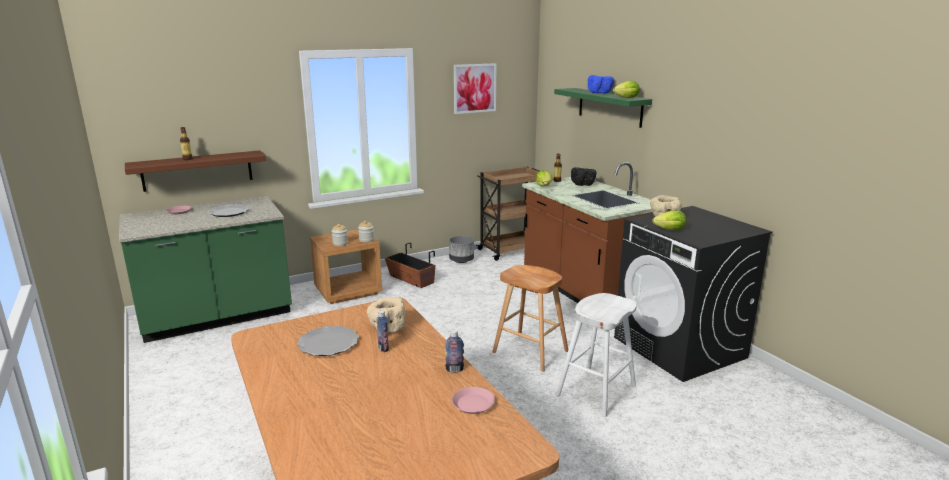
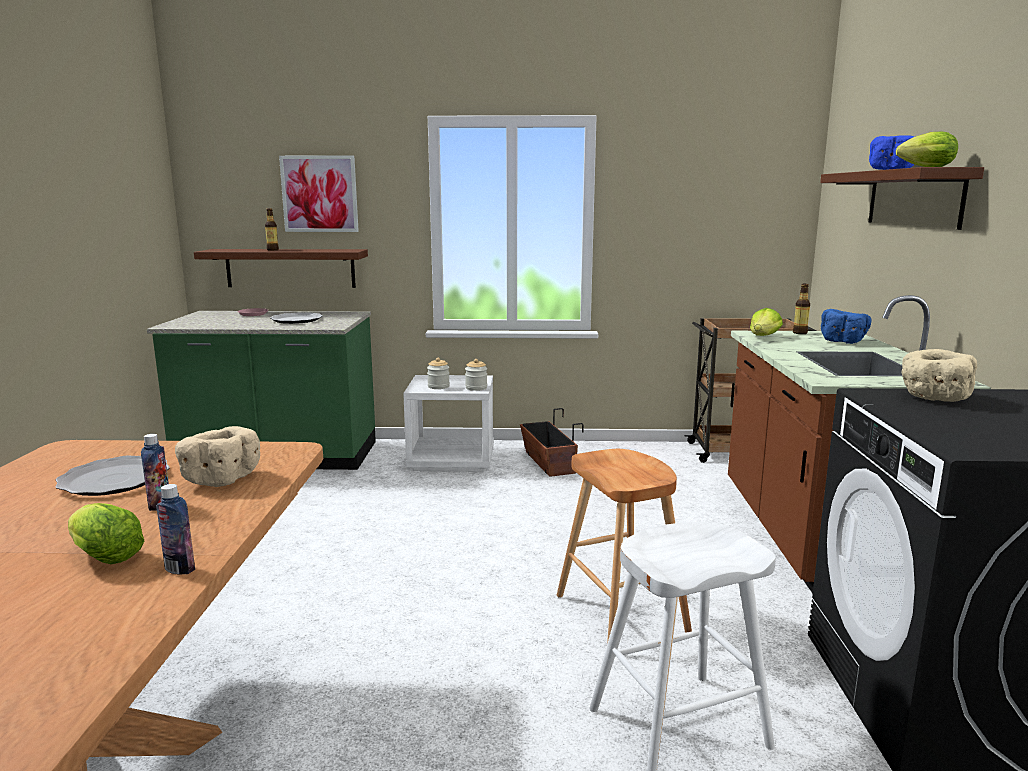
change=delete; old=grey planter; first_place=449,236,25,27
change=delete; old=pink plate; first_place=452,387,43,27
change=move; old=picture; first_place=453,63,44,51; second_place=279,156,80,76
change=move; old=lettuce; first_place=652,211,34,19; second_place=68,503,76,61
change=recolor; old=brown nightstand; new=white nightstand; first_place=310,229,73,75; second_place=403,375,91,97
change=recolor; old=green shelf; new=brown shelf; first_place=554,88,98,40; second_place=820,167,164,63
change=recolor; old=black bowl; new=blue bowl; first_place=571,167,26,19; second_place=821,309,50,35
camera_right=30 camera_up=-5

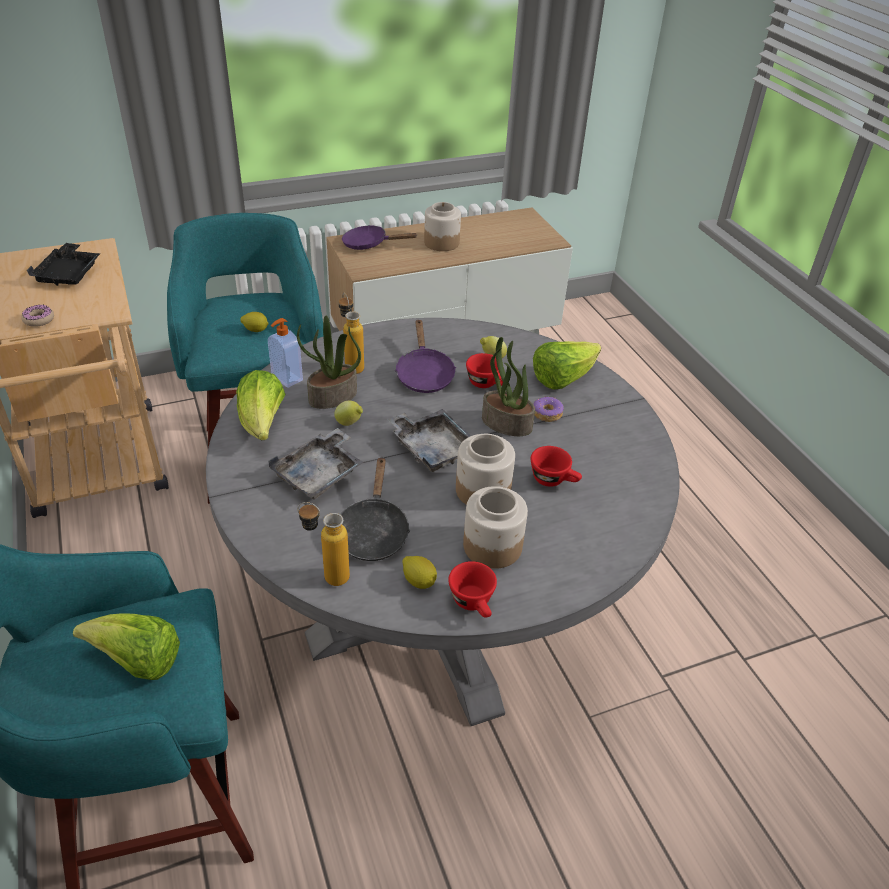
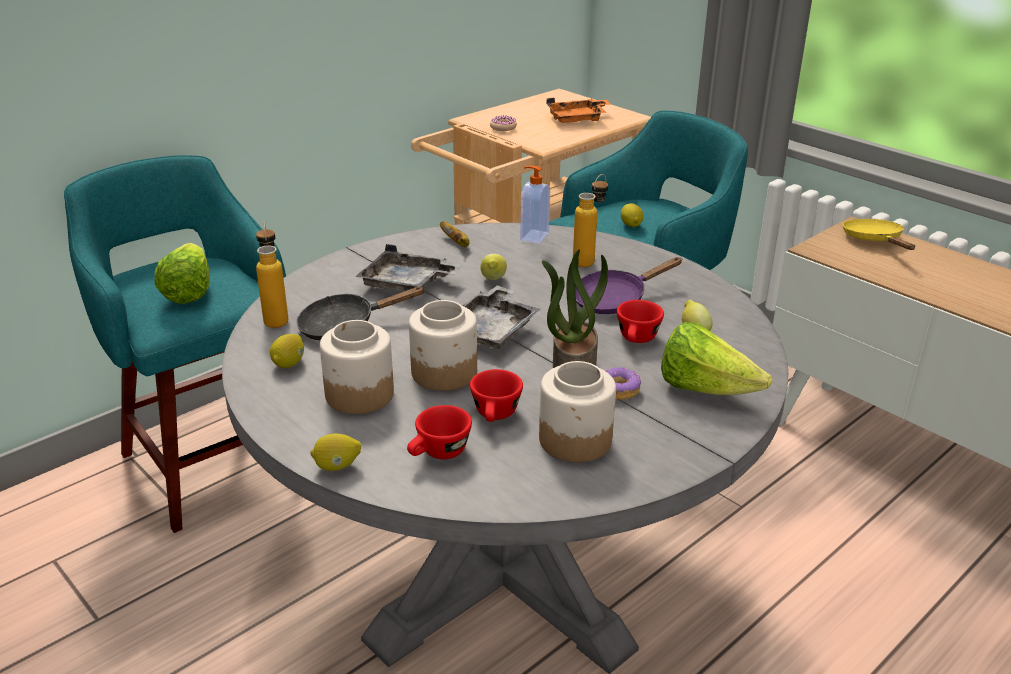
change=delete; old=potted plant; first_place=297,316,64,93
change=insert; new=lemon; second_place=310,434,51,37
change=move; old=jar; first_place=424,202,37,49; second_place=539,361,77,101
change=move; old=red cup; first_place=448,561,49,57; second_place=407,405,65,54
change=replace; old=lettuce; new=banana; first_place=236,370,50,70; second_place=440,221,30,26
change=recolor; old=black tray; new=orange tray; first_place=27,243,74,43; second_place=546,98,64,25
change=recolor; old=purple frying pan; new=yellow frying pan; first_place=342,225,76,25; second_place=843,219,72,31
camera_right=70 camera_up=-10

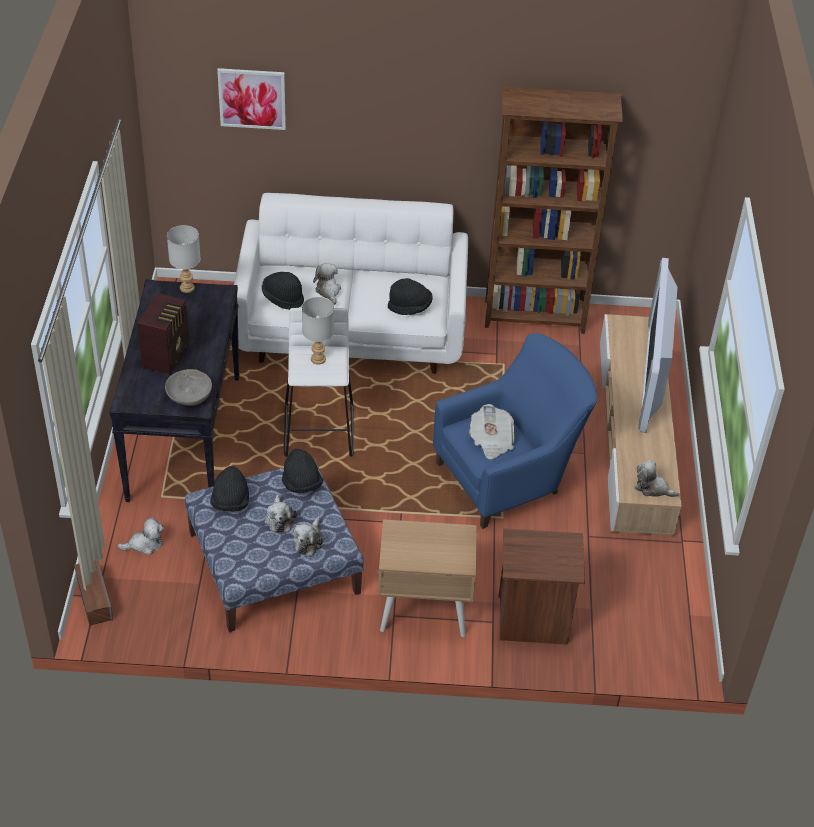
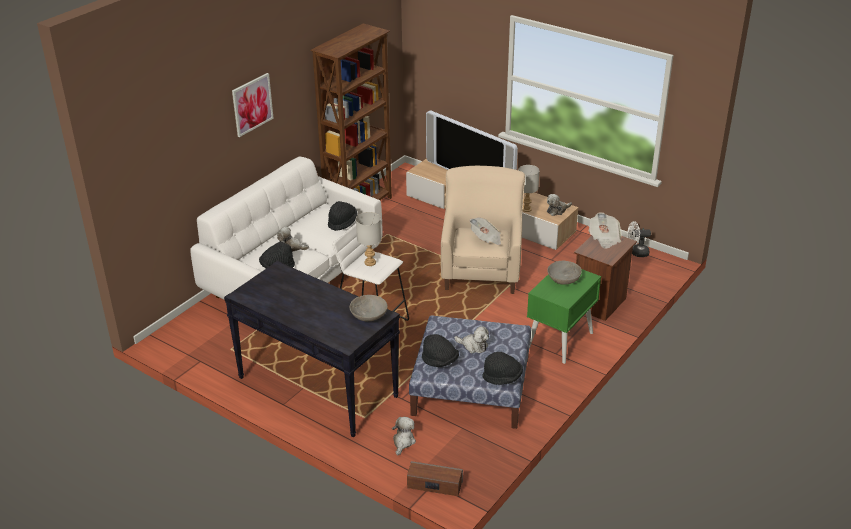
change=delete; old=radio; first_place=137,293,53,82
change=delete; old=plush toy; first_place=293,517,30,39
change=insert; new=grey bowl; second_place=547,261,35,24
change=insert; new=newspaper; second_place=589,212,32,37
change=insert; new=white fan; second_place=628,221,23,36
change=move; old=grey table lamp; first_place=167,225,34,68; second_place=518,165,22,47
change=move; old=picture; first_place=217,68,69,62; second_place=232,73,42,64
change=move; old=black hat; first_place=282,449,41,44; second_place=482,352,41,33
change=recolor; old=beige nightstand; new=green nightstand; first_place=378,519,99,118; second_place=527,269,74,95
change=recolor; old=blue armchair; new=beige armchair; first_place=433,333,164,196; second_place=441,166,84,128
camera_right=-55 camera_up=-10

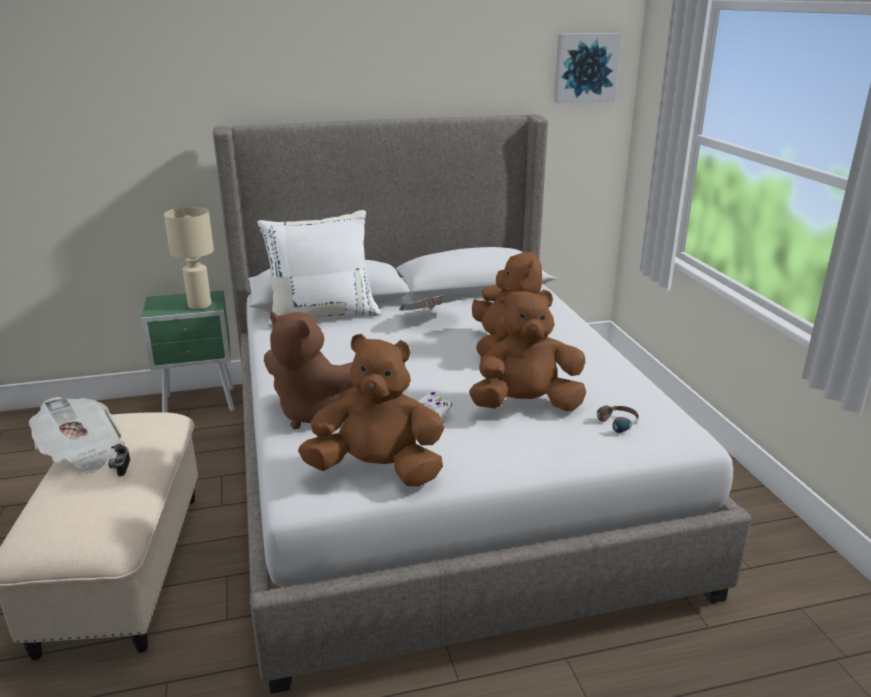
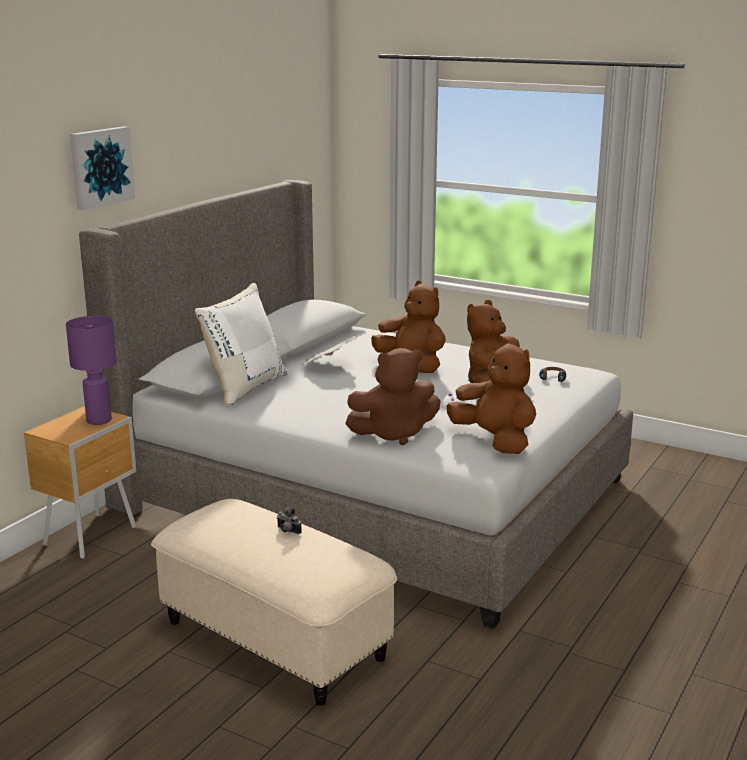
change=delete; old=newspaper; first_place=29,397,96,76
change=move; old=picture; first_place=554,33,68,70; second_place=70,126,65,84
change=recolor; old=green nightstand; new=brown nightstand; first_place=141,290,94,123; second_place=24,406,112,153
change=recolor; old=beige table lamp; new=purple table lamp; first_place=164,207,50,102; second_place=66,316,51,109
change=rotate; old=brown plush toy; first_place=298,334,146,152; second_place=447,339,89,115; degrees=90
camera_right=-45 camera_up=-5

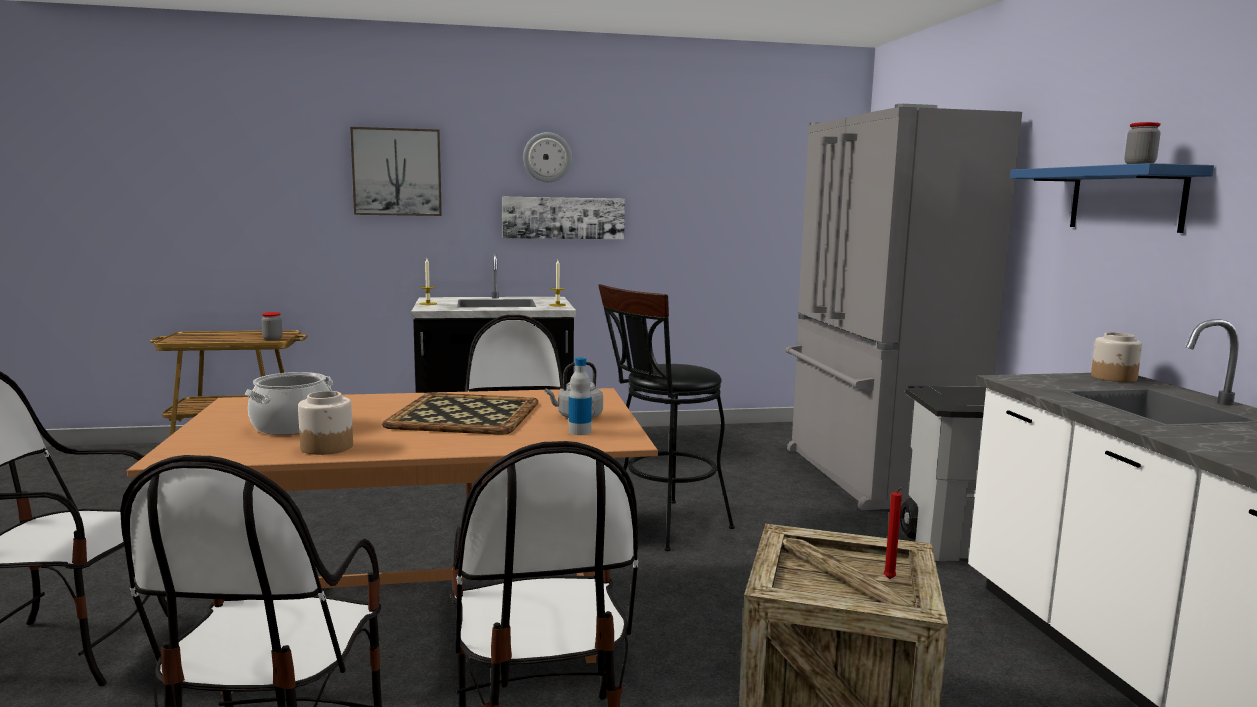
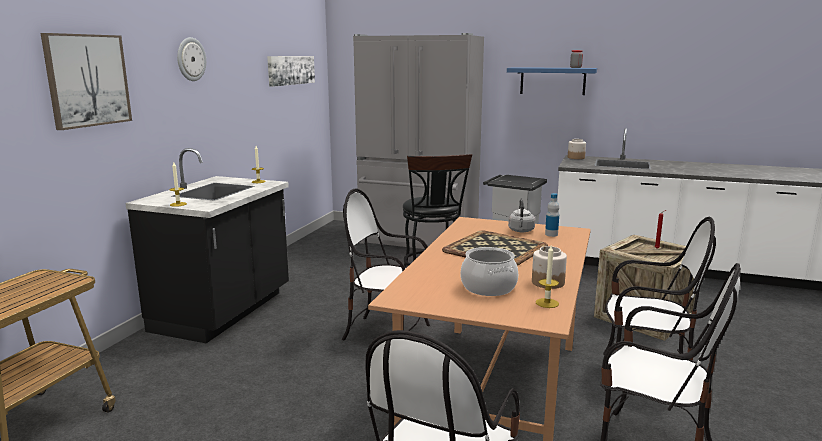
change=delete; old=jar; first_place=261,312,21,29
change=insert; new=candle; second_place=536,246,23,62
change=move; old=picture; first_place=502,197,123,42; second_place=267,56,48,31
camera_right=-60 camera_up=5

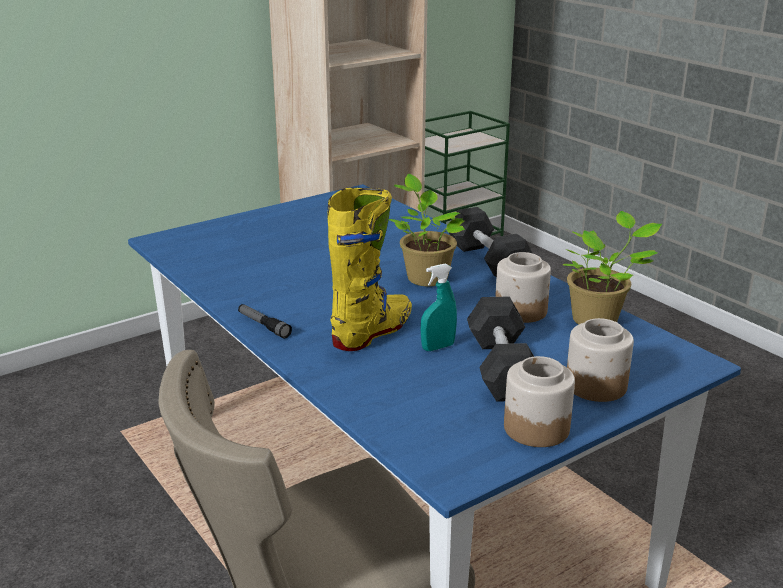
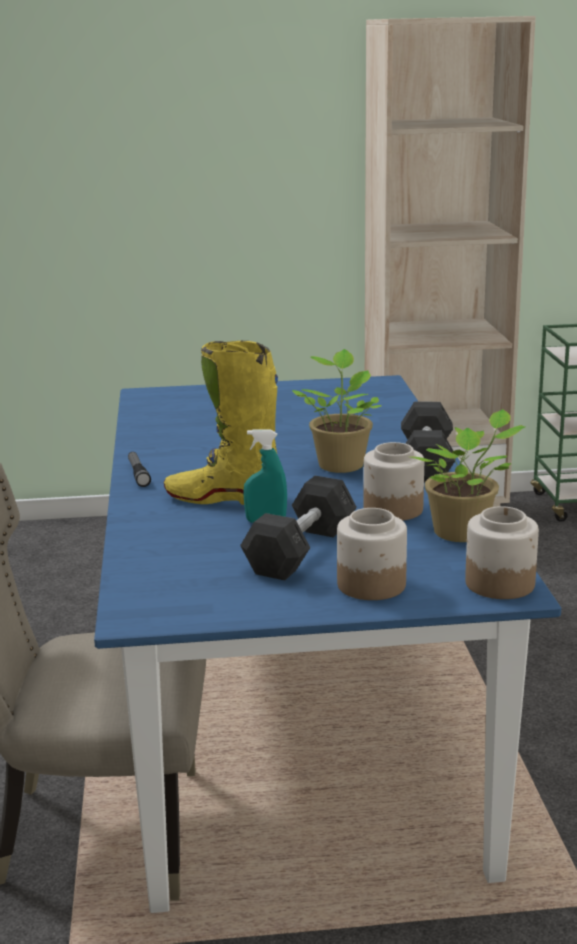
change=move; old=jar; first_place=504,356,71,91; second_place=465,506,74,93
change=rotate; old=yellow boot; first_place=328,188,84,163; second_place=164,341,114,164; degrees=-150
camera_right=30 camera_up=-5

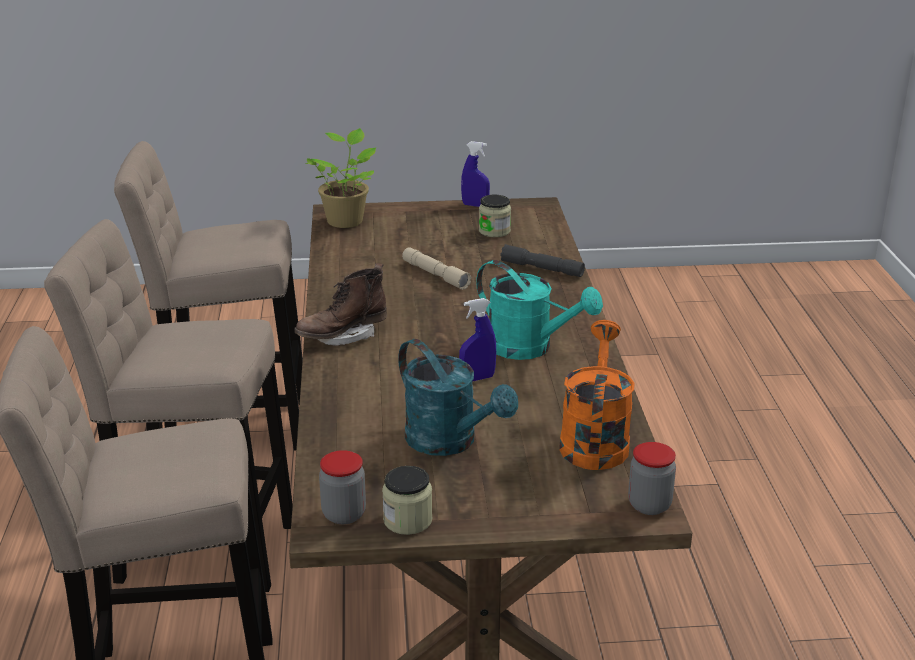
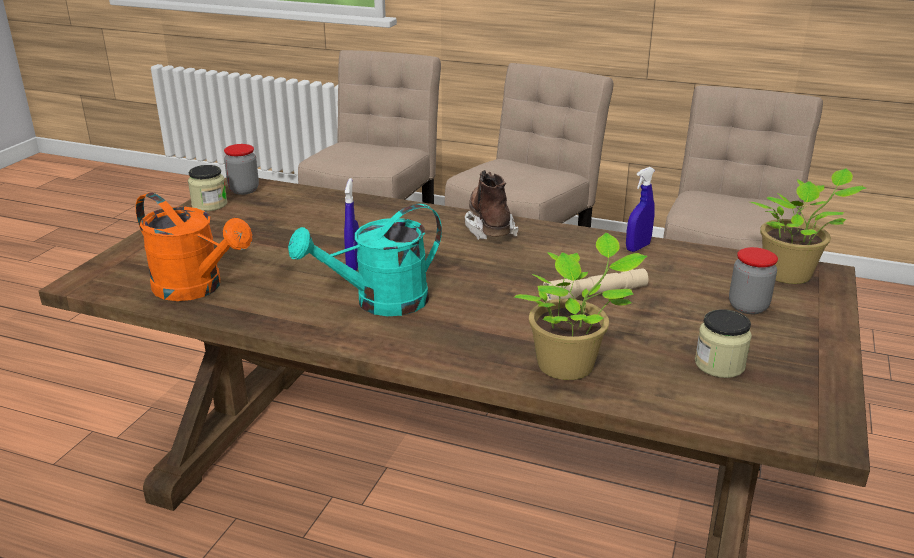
change=delete; old=turquoise watering can; first_place=398,339,120,117
change=move; old=blue spray bottle; first_place=461,141,29,66; second_place=626,167,29,85
change=move; old=jar; first_place=628,442,48,73; second_place=729,247,49,67
change=replace; old=grey flashlight; new=potted plant; first_place=500,244,85,33; second_place=514,233,133,147
camera_right=115 camera_up=0

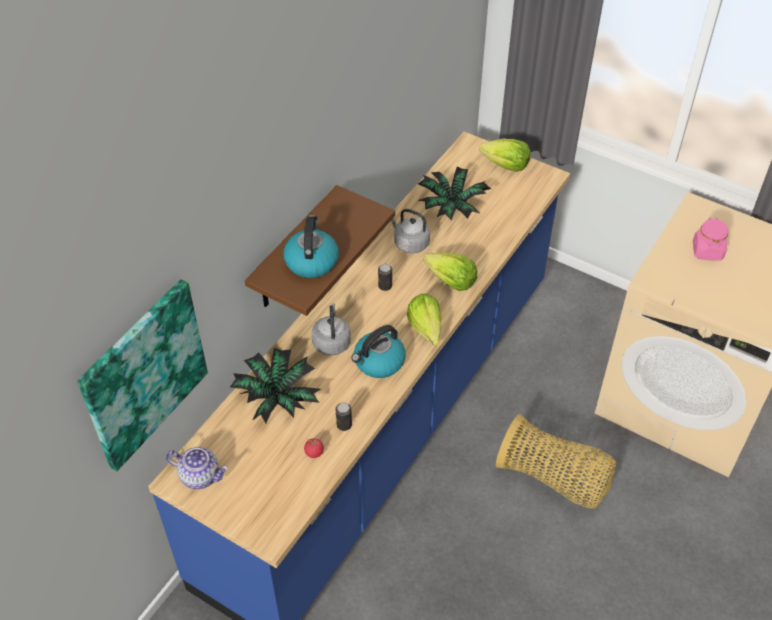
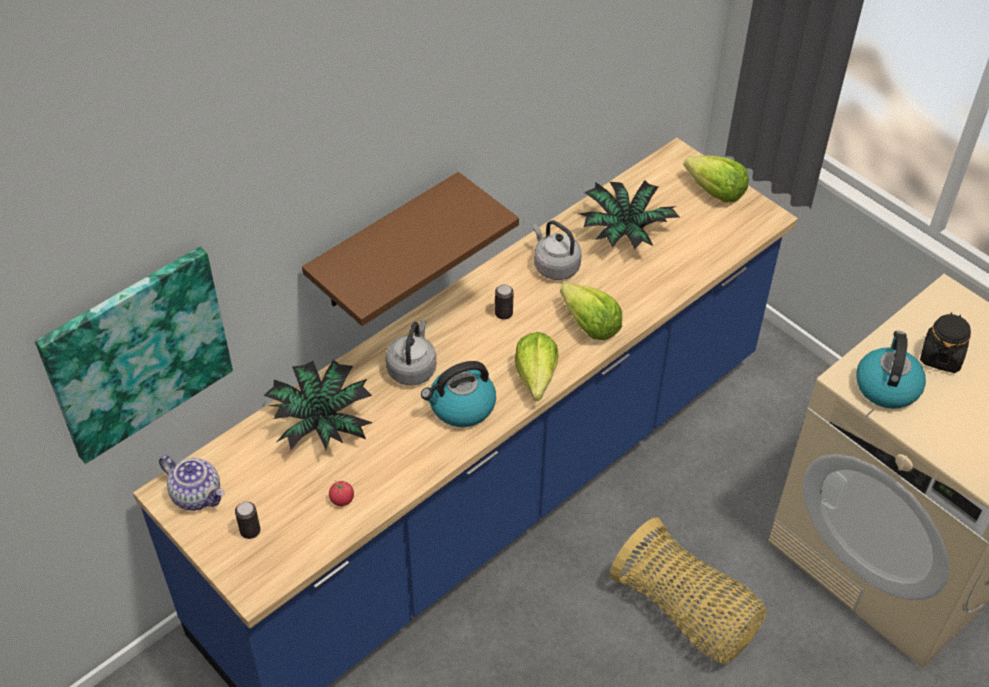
change=move; old=kettle; first_place=283,215,56,63; second_place=856,331,70,78
change=move; old=can; first_place=336,402,16,29; second_place=235,502,26,37
change=recolor; old=pink jar; new=black jar; first_place=693,218,35,43; second_place=920,312,51,61
camera_right=15 camera_up=0

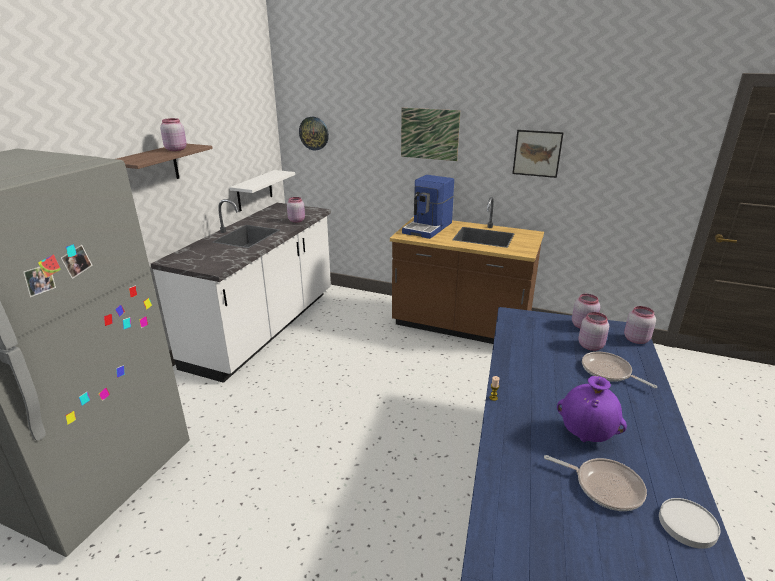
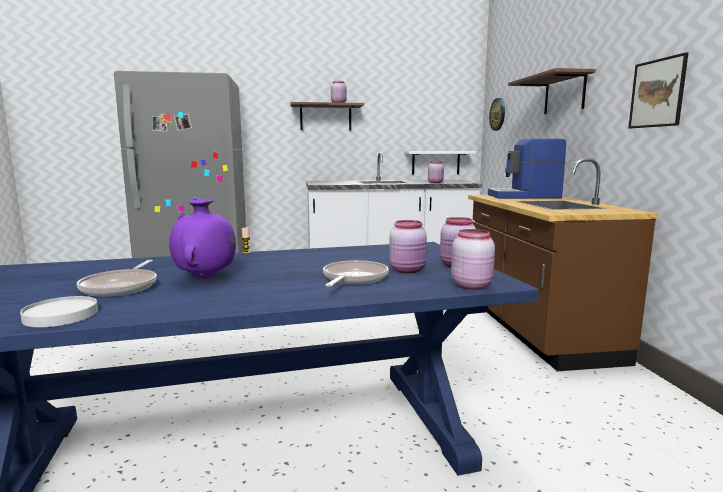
change=replace; old=picture; new=shelf; first_place=401,108,59,53; second_place=508,68,88,46
camera_right=60 camera_up=-15

